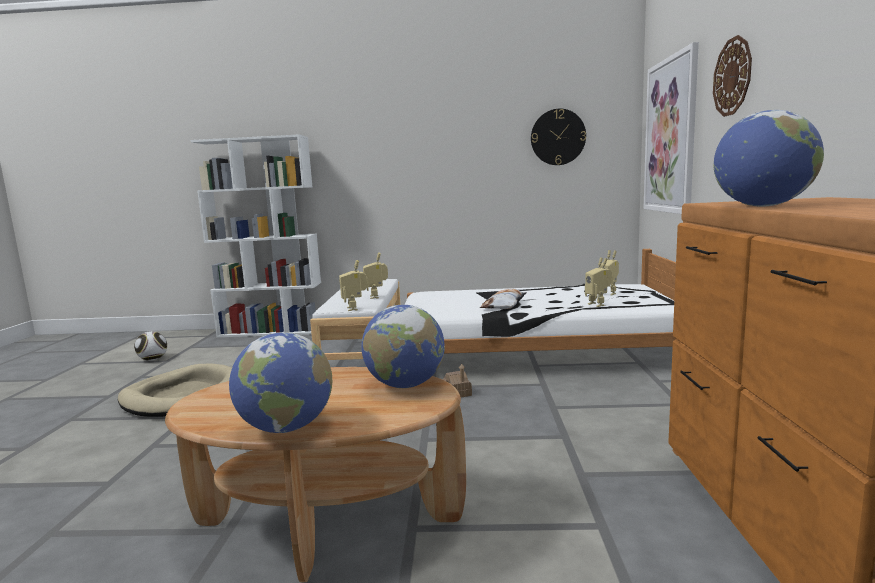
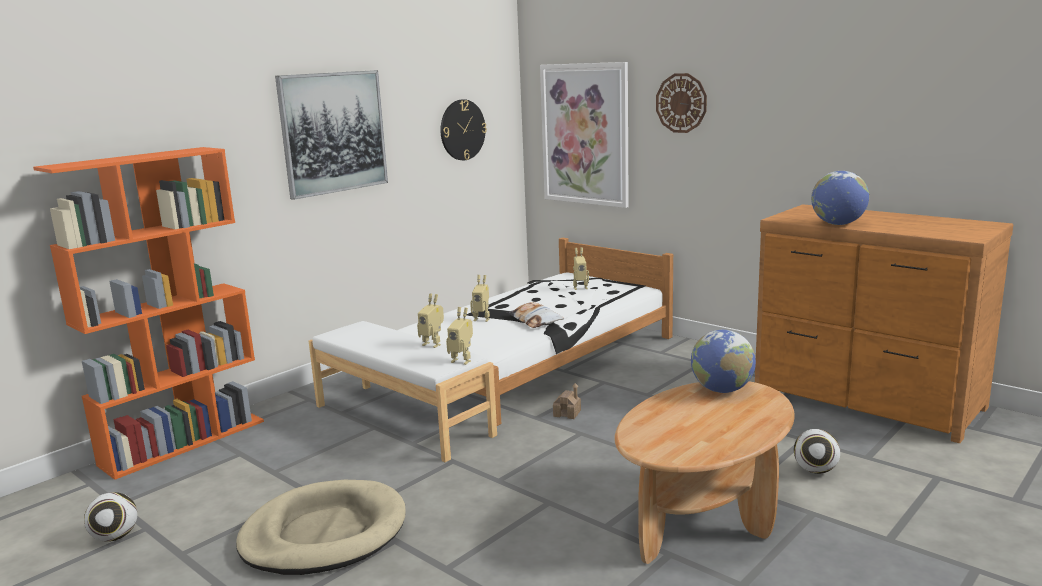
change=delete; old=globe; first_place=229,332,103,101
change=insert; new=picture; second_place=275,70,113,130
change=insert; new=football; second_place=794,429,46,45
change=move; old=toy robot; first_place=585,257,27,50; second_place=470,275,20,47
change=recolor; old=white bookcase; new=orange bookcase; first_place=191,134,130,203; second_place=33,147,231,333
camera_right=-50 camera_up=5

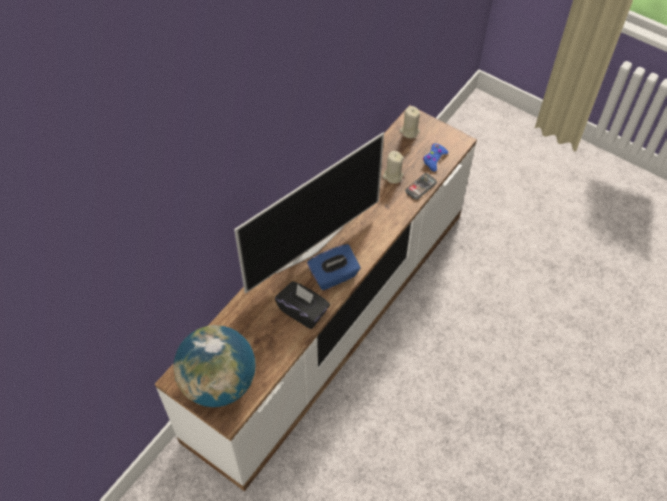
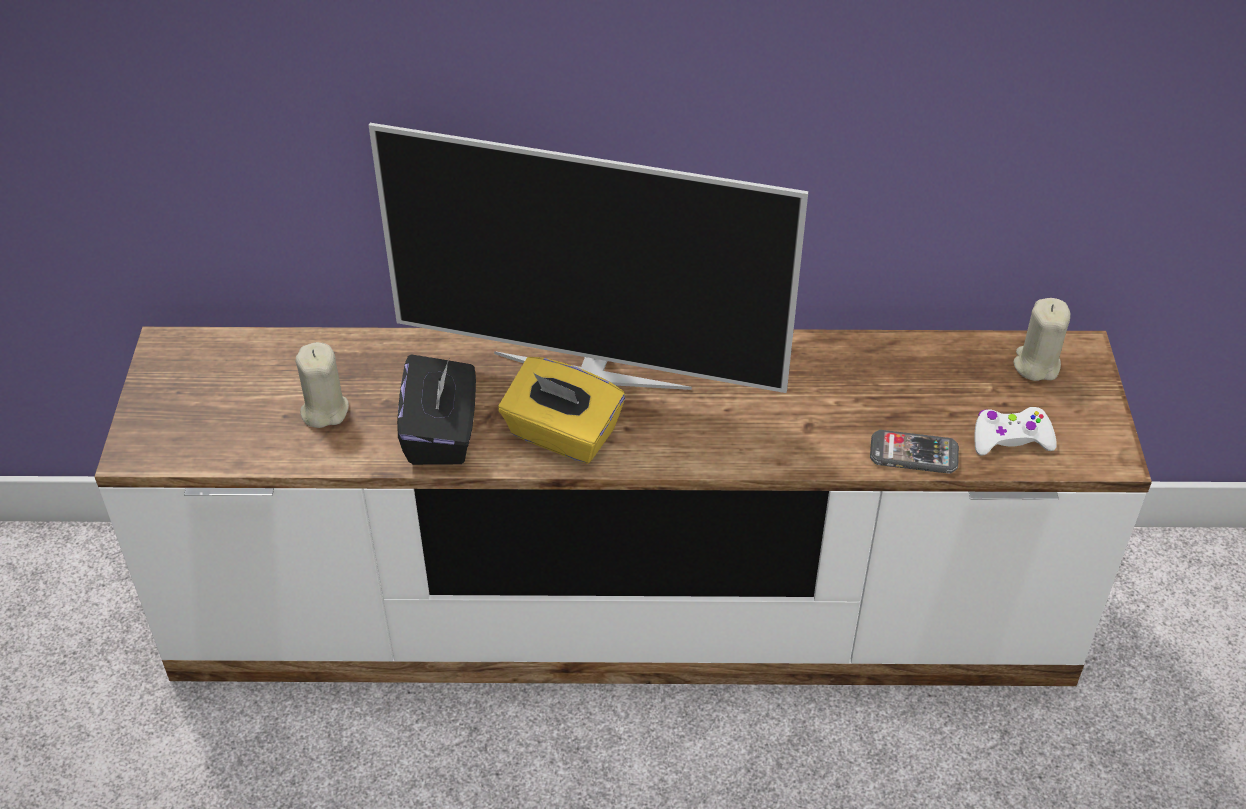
change=delete; old=globe; first_place=173,325,82,82
change=move; old=beige candle; first_place=383,151,21,33; second_place=296,342,53,86
change=recolor; old=blue tissue box; new=yellow tissue box; first_place=307,244,53,46; second_place=498,357,127,107
change=recolor; old=blue game controller; new=white game controller; first_place=423,143,25,29; second_place=974,407,83,49
camera_right=55 camera_up=-10

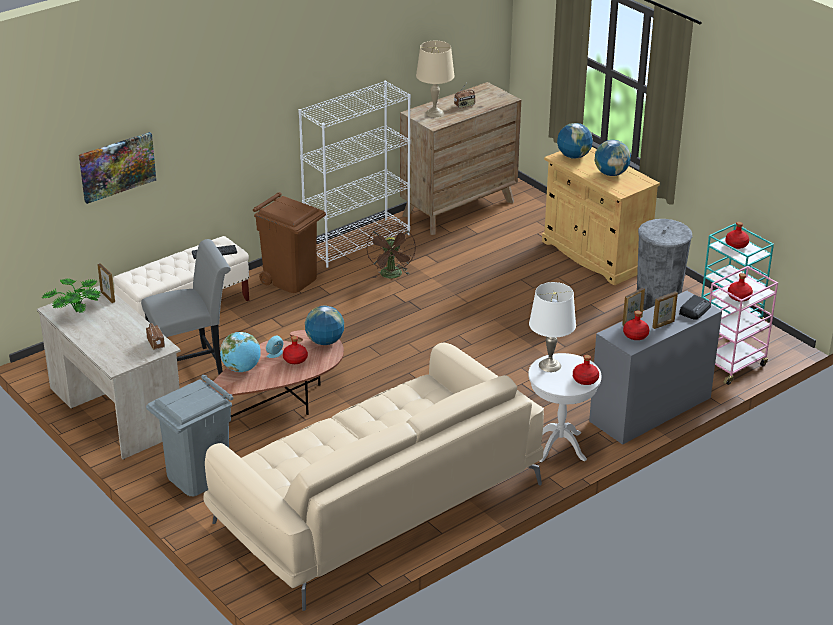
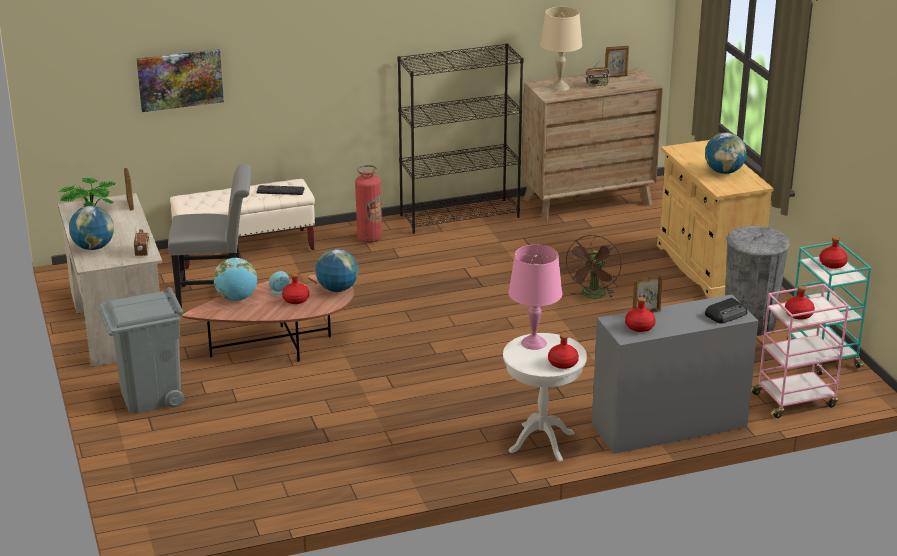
change=delete; old=beige sofa; first_place=203,343,341,268
change=move; old=brown fan; first_place=366,225,50,54; second_place=565,235,56,64
change=move; old=globe; first_place=557,123,36,36; second_place=69,206,45,44
change=move; old=picture frame; first_place=652,291,26,38; second_place=605,46,24,31
change=replace; old=brown trash can; new=fire extinguisher; first_place=253,192,73,101; second_place=355,165,27,78
change=recolor; old=white bookcase; new=black bookcase; first_place=298,81,113,187; second_place=397,43,126,191
change=recolor; old=white table lamp; new=pink table lamp; first_place=529,282,47,90; second_place=508,245,54,105
camera_right=20 camera_up=-5

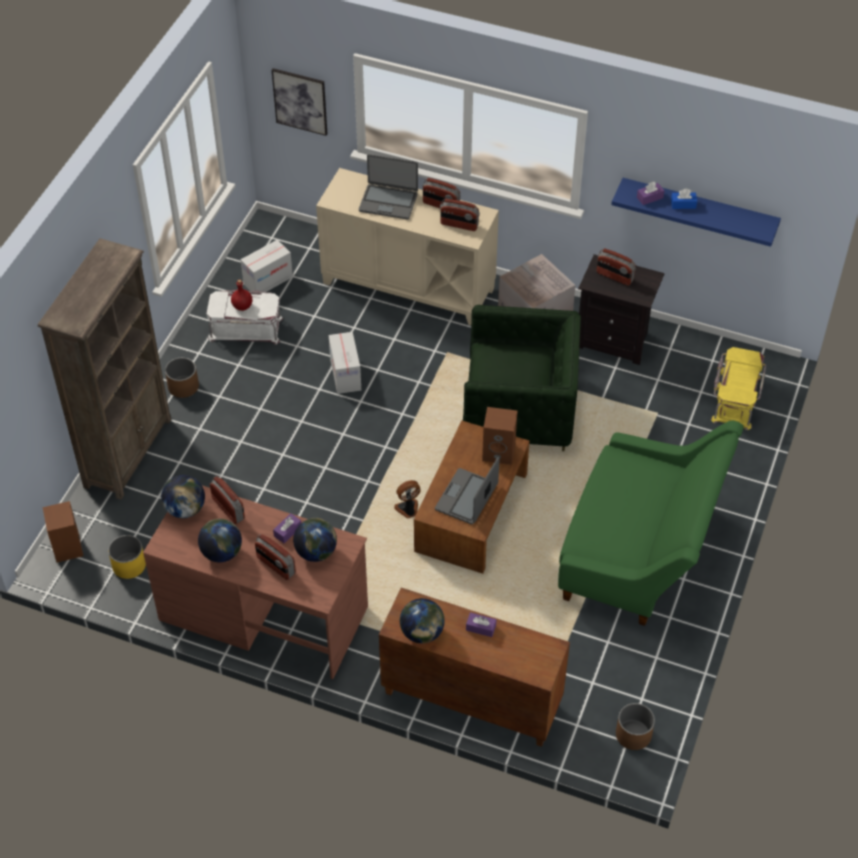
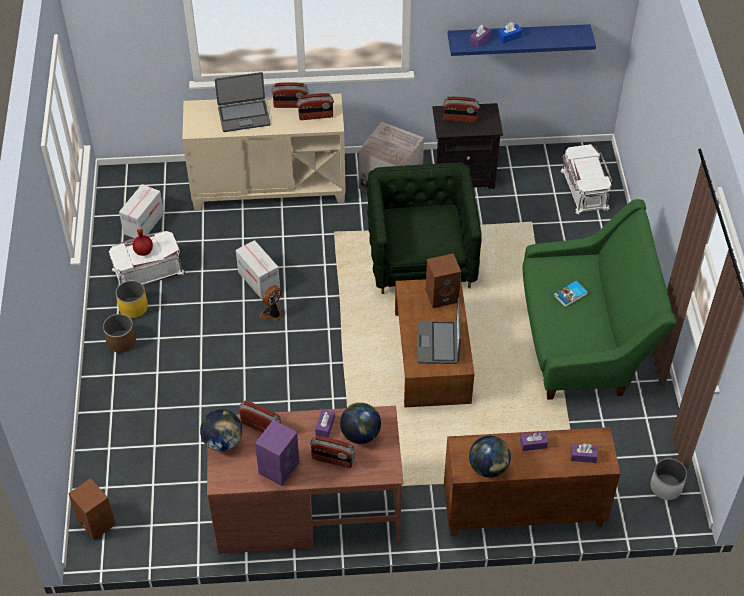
change=delete; old=brown bookcase; first_place=38,238,134,262
change=delete; old=picture; first_place=272,68,55,68
change=insert; new=book; second_place=554,281,34,26
change=insert; new=purple tissue box; second_place=571,444,27,19
change=move; old=yellow planter; first_place=108,535,38,44; second_place=116,280,32,38
change=move; old=fan; first_place=394,480,27,39; second_place=259,285,24,36
change=replace; old=globe; new=purple speaker; first_place=198,519,44,43; second_place=255,420,45,66
change=recolor; old=brown planter; new=white planter; first_place=616,703,39,47; second_place=650,458,37,42
change=recolor; old=yellow storage box; new=white storage box; first_place=711,347,55,83; second_place=560,144,52,71
change=rotate; old=green armchair; first_place=463,305,118,146; second_place=367,162,115,132; degrees=-75
camera_right=-25 camera_up=0

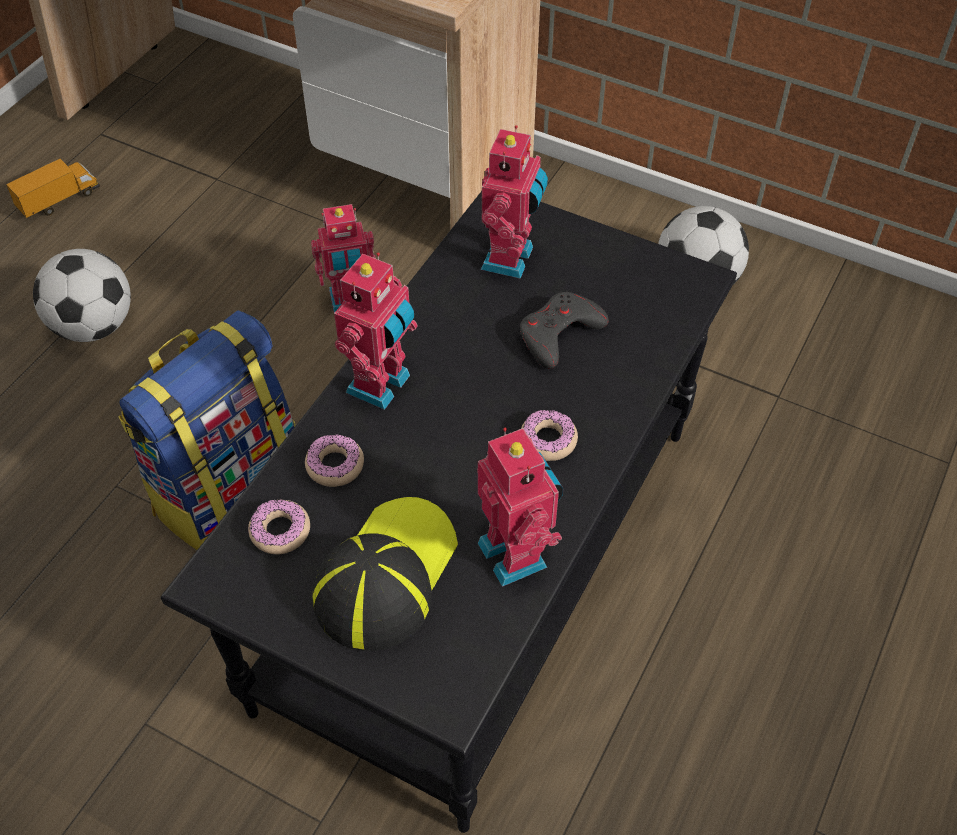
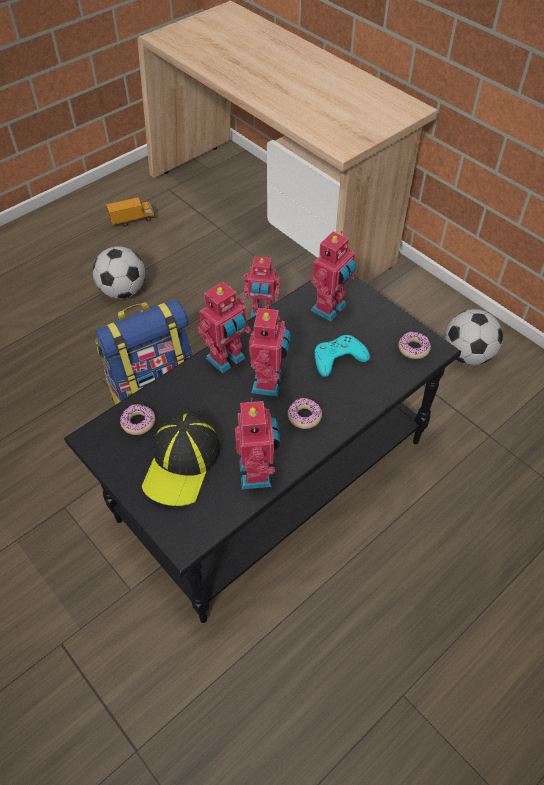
change=insert; new=toy robot; second_place=249,305,42,91
change=move; old=donut; first_place=305,434,59,53; second_place=398,332,33,27
change=recolor; old=grey game controller; new=turquoise game controller; first_place=520,292,89,77; second_place=314,335,56,42
change=rotate; old=cap; first_place=312,497,146,154; second_place=142,414,78,92; degrees=150
camera_right=20 camera_up=0

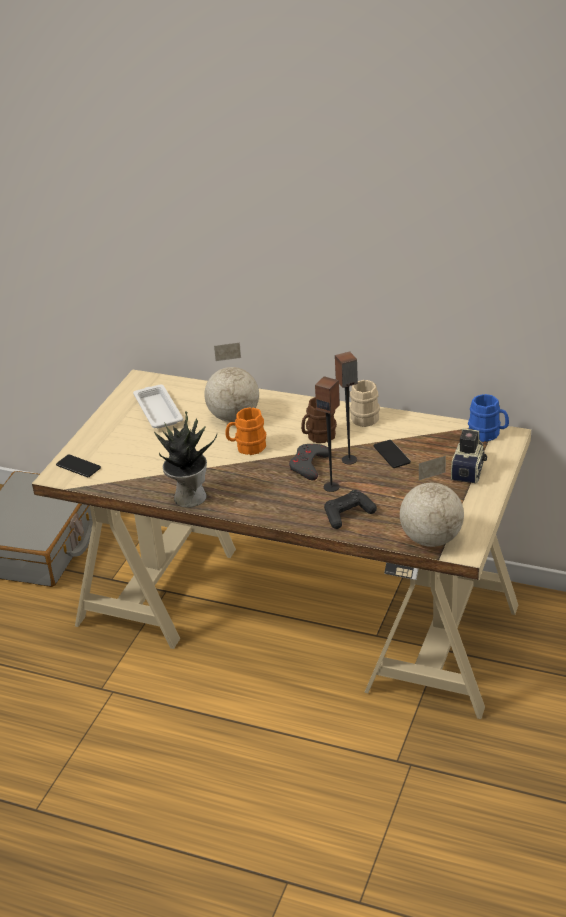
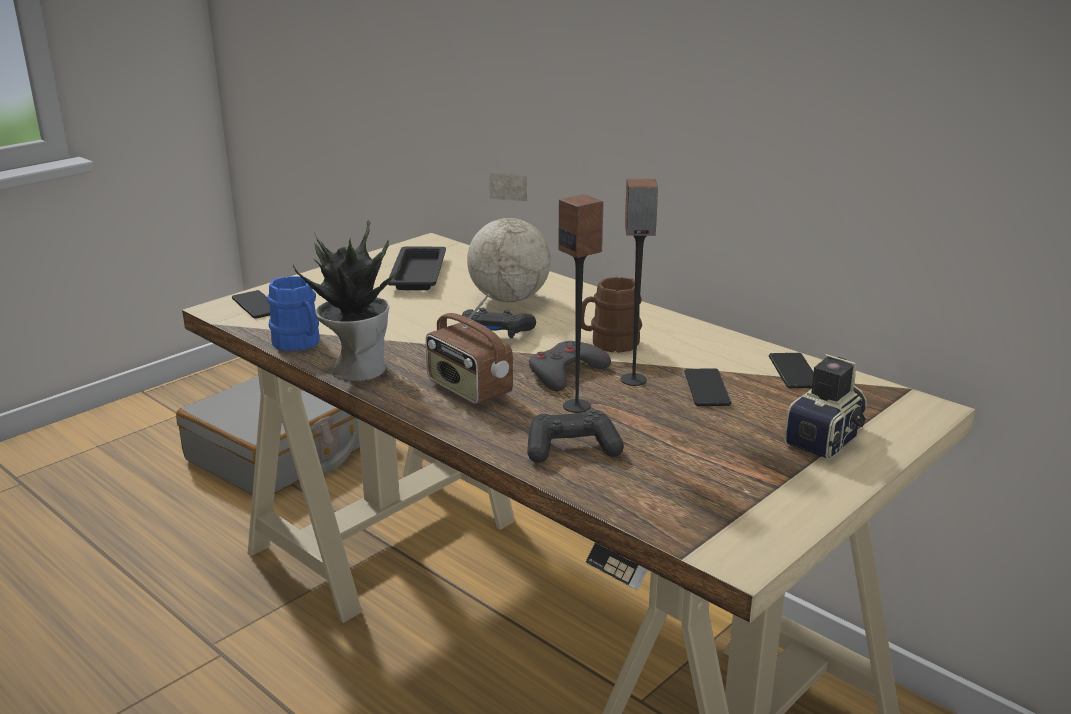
change=delete; old=beige mug; first_place=350,380,30,47
change=delete; old=globe; first_place=400,456,64,91
change=insert; new=radio; second_place=426,294,87,111
change=insert; new=phone; second_place=769,353,45,35
change=move; old=blue mug; first_place=468,394,41,48; second_place=267,276,53,75
change=replace; old=orange mug; new=black game controller; first_place=225,407,41,48; second_place=462,308,74,30
change=recolor; old=white tray; new=black tray; first_place=133,385,50,43; second_place=388,246,58,44
camera_right=20 camera_up=-10

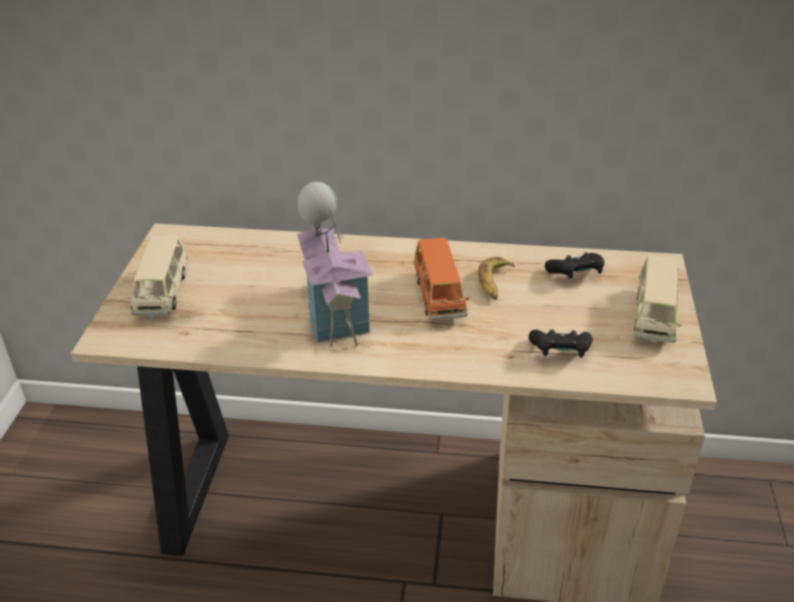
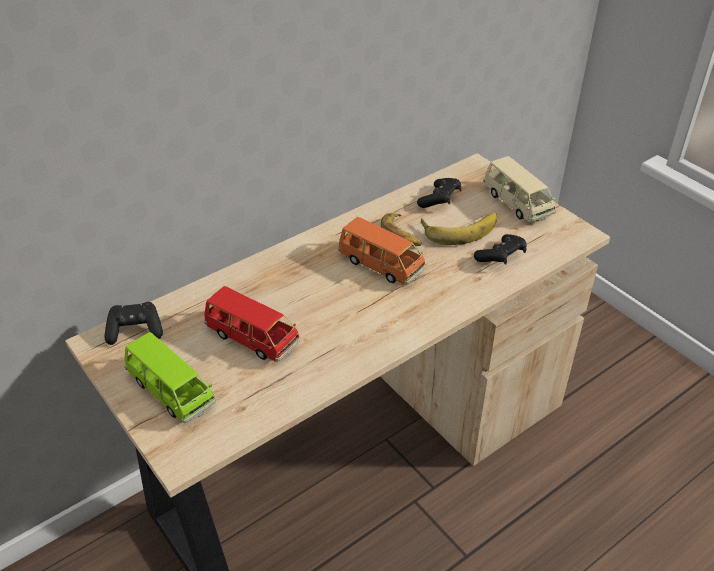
change=delete; old=toy house; first_place=297,182,76,165
change=insert; new=black game controller; second_place=104,302,59,43
change=insert; new=red toy car; second_place=204,286,97,76
change=insert; new=banana; second_place=421,213,76,32
change=recolor; old=beige toy car; new=green toy car; first_place=127,235,61,83; second_place=125,332,91,91
camera_right=-45 camera_up=5

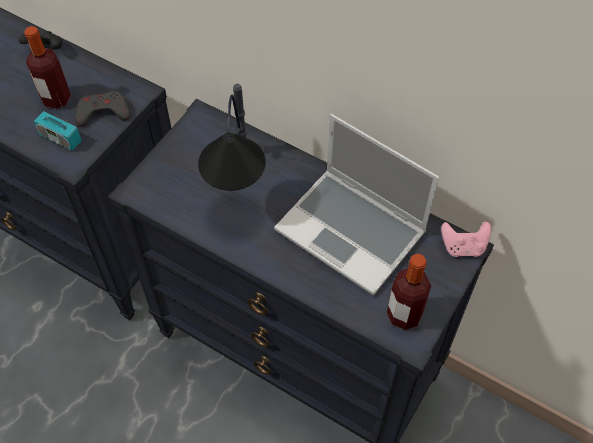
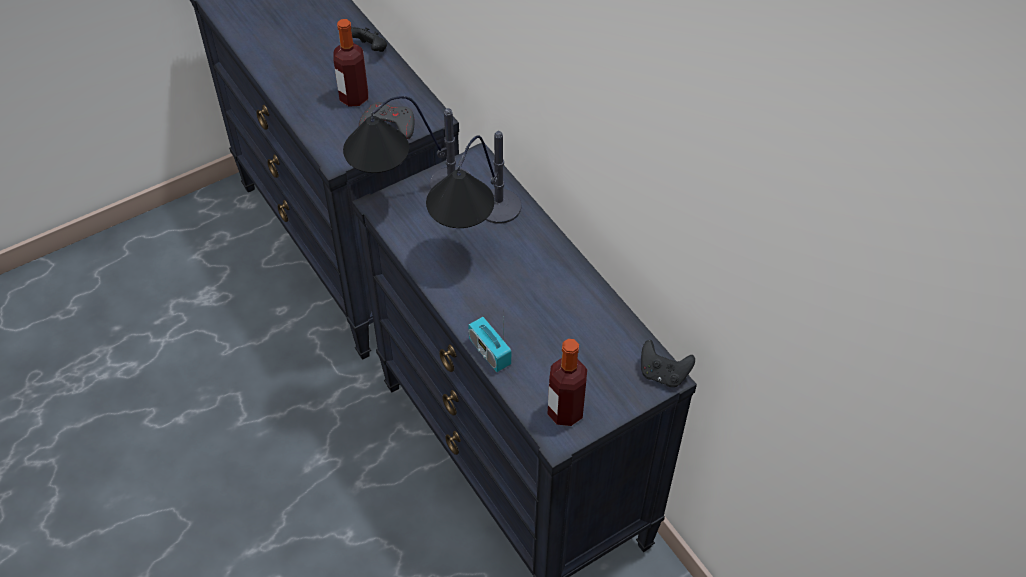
change=delete; old=laptop; first_place=274,114,165,181
change=insert; new=table lamp; second_place=343,96,128,93
change=move; old=radio; first_place=34,95,48,56; second_place=468,309,43,63
change=recolor; old=pink game controller; new=black game controller; first_place=441,221,50,36; second_place=641,340,54,47
camera_right=25 camera_up=-5

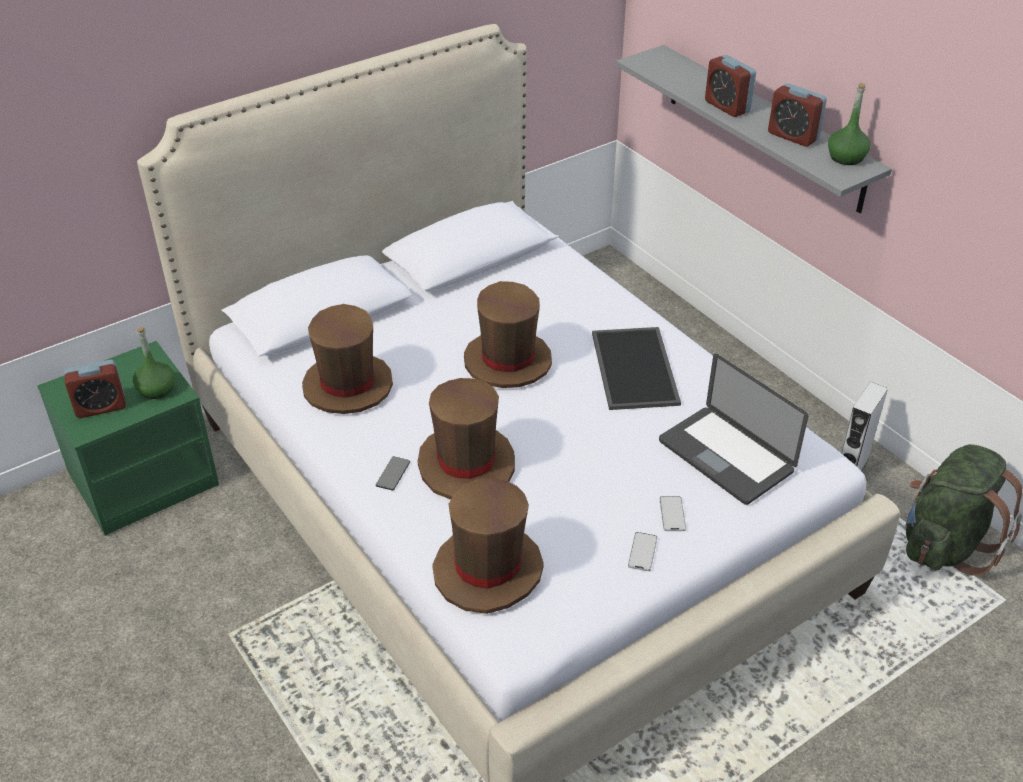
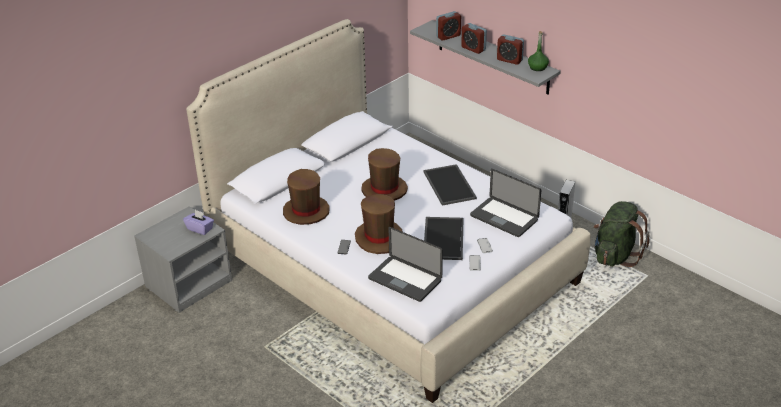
change=insert; new=tray; second_place=424,217,40,43
change=move; old=alarm clock; first_place=64,360,62,58; second_place=436,11,25,29
change=replace; old=green bottle; new=purple tissue box; first_place=133,327,42,72; second_place=183,210,31,25
change=replace; old=brown hat; new=laptop; first_place=432,478,112,136; second_place=368,227,75,75
change=recolor; old=green nightstand; new=grey nightstand; first_place=37,341,182,195; second_place=134,206,98,107
camera_right=-10 camera_up=-5

